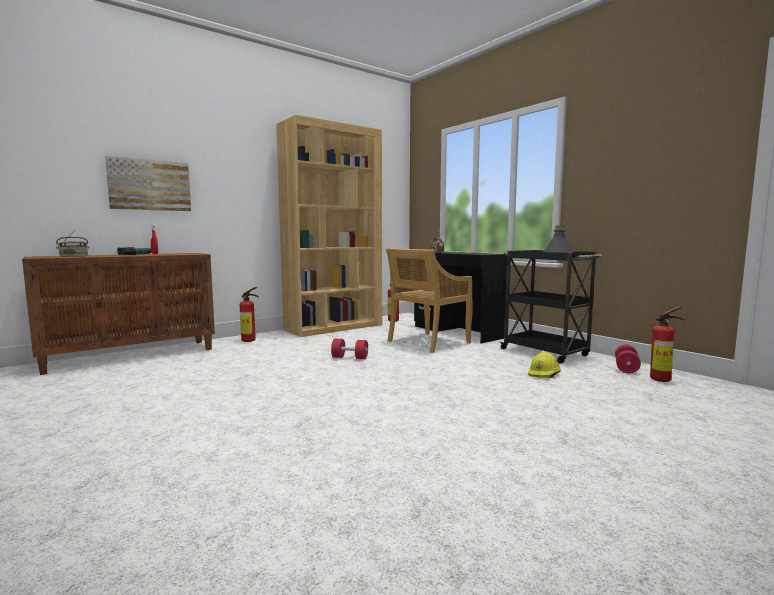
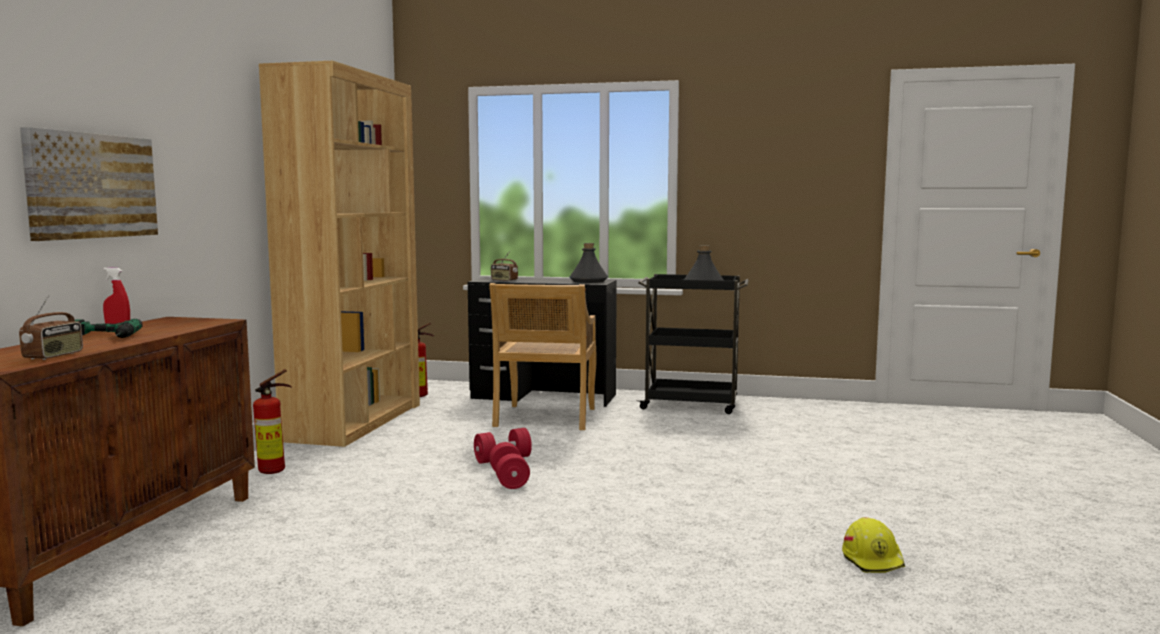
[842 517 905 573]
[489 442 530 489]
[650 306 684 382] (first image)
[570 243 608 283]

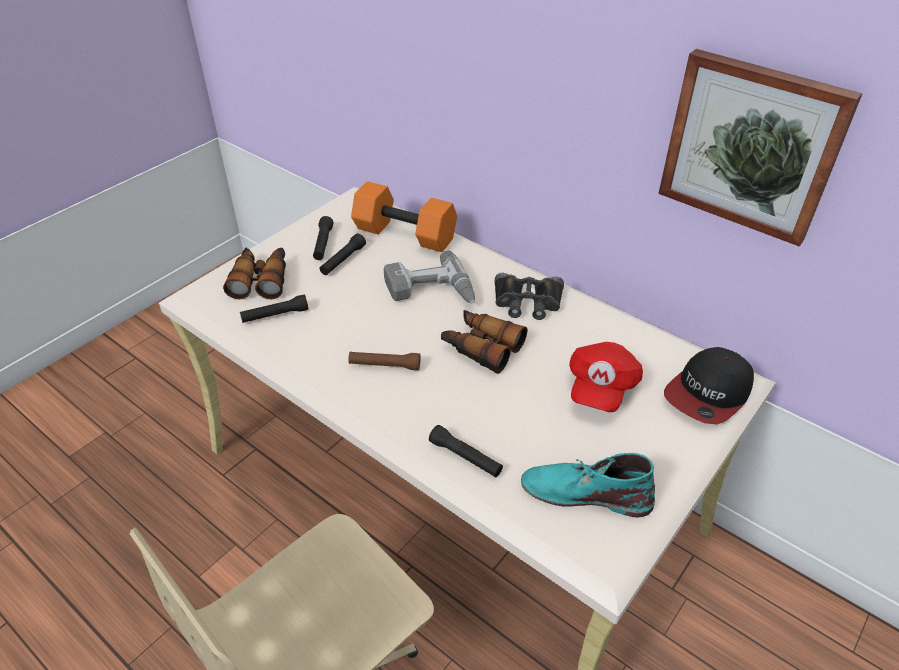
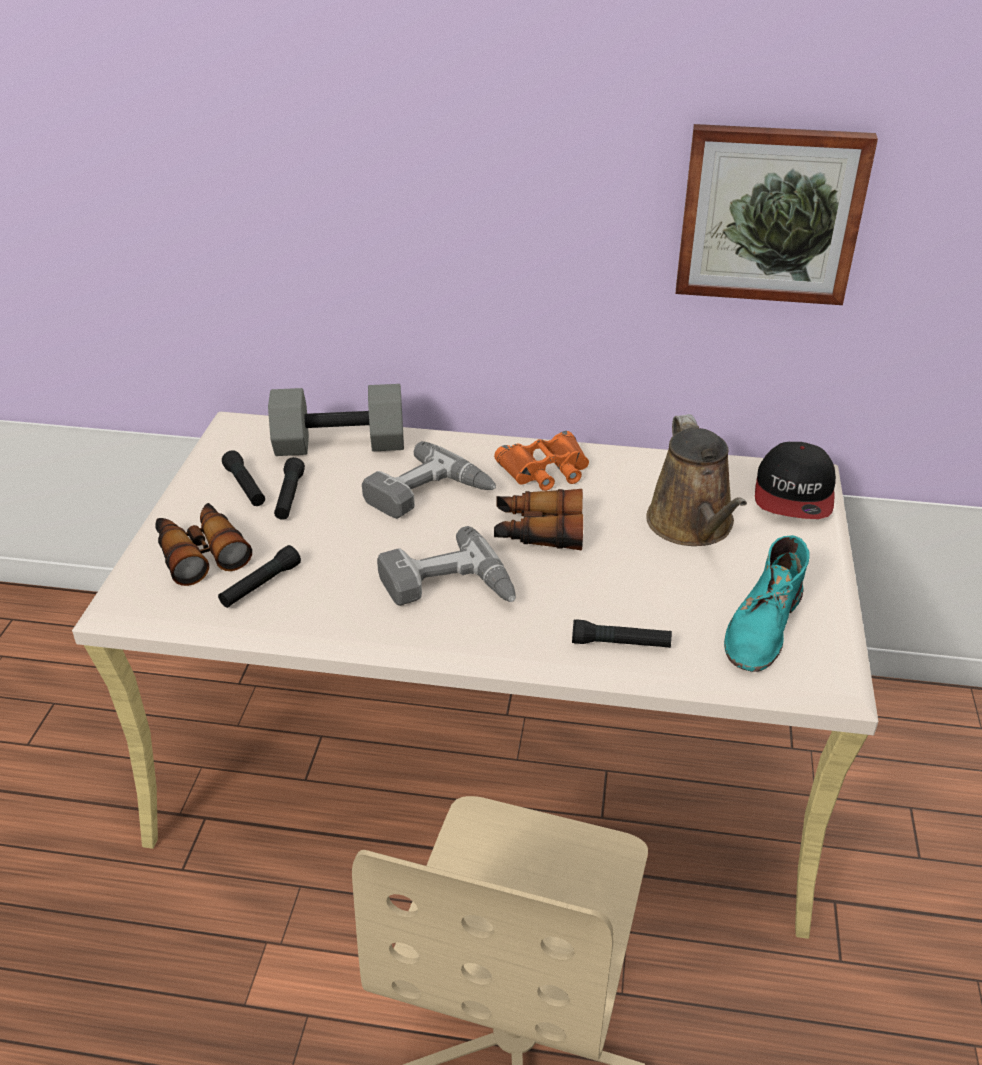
[377 526 516 606]
[268 384 404 456]
[494 431 589 491]
[724 535 810 672]
[646 414 747 546]

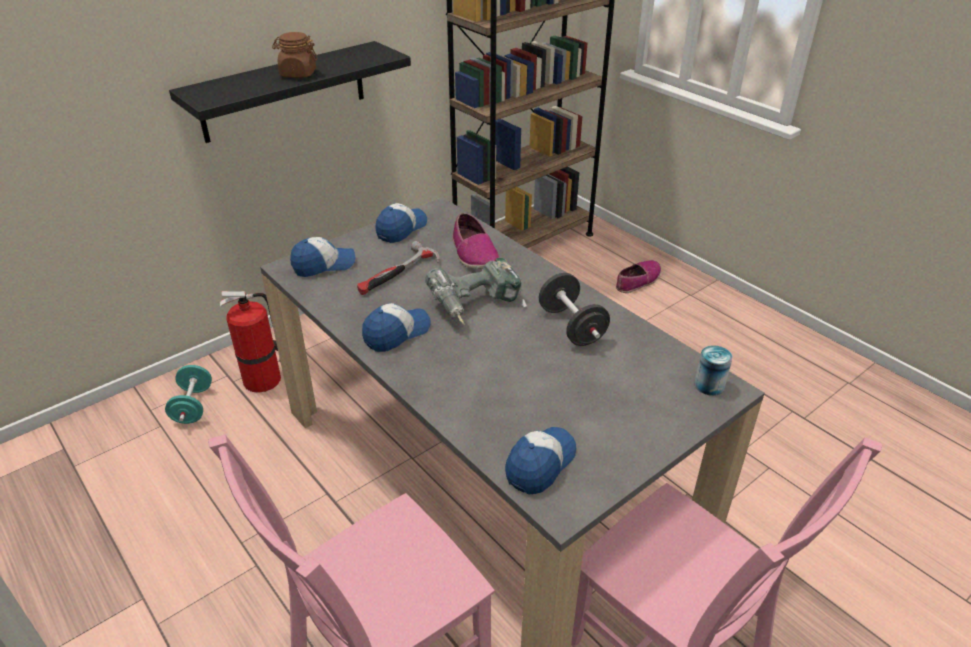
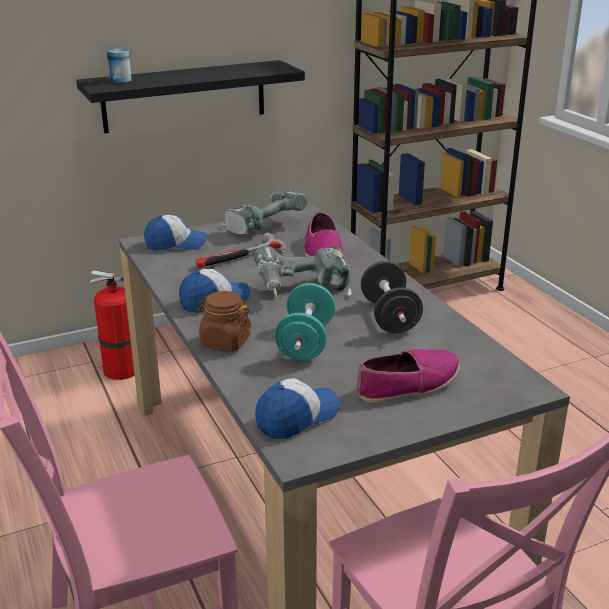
[275 283 335 361]
[196 291 252 351]
[221 191 308 235]
[357 349 460 403]
[107 49 132 83]

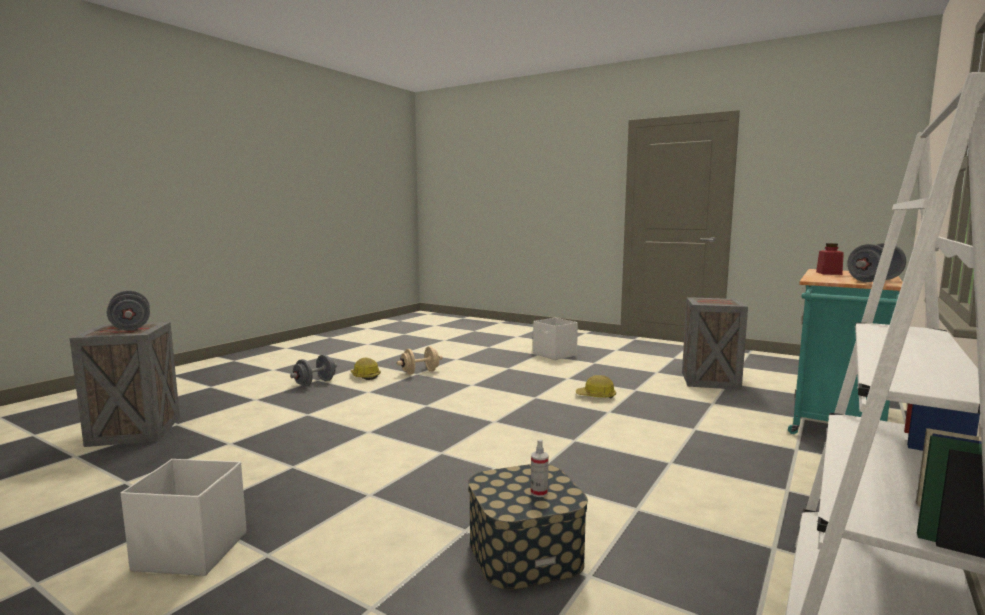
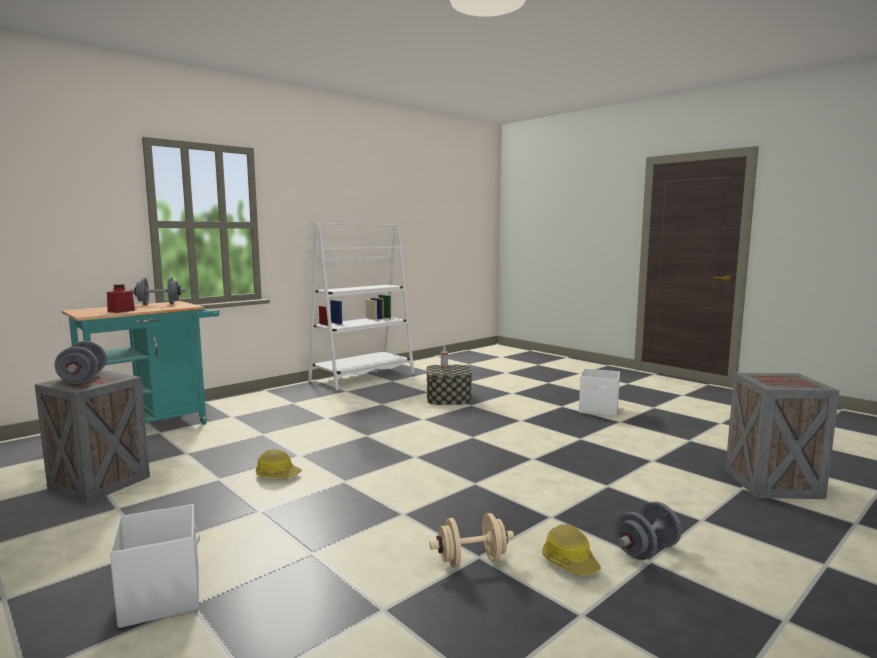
[55 341 107 384]

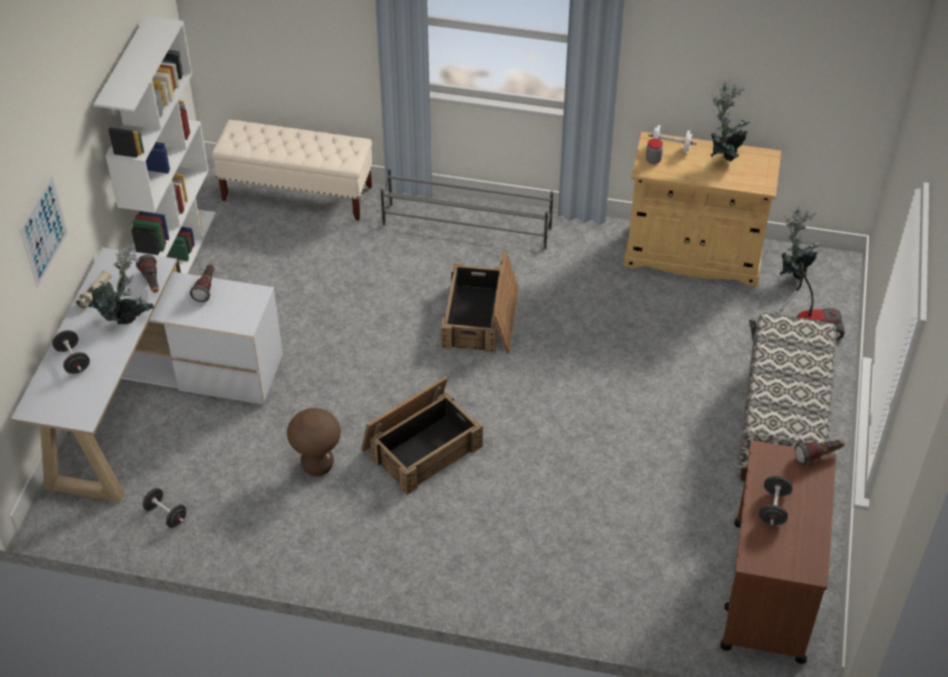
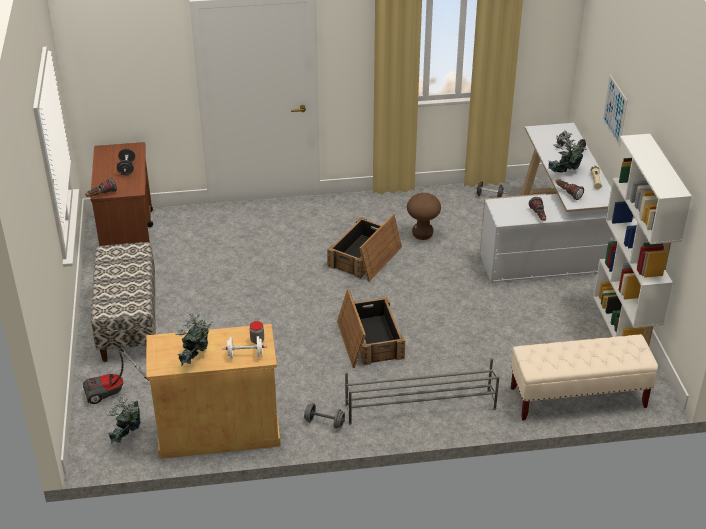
[304 403 345 429]

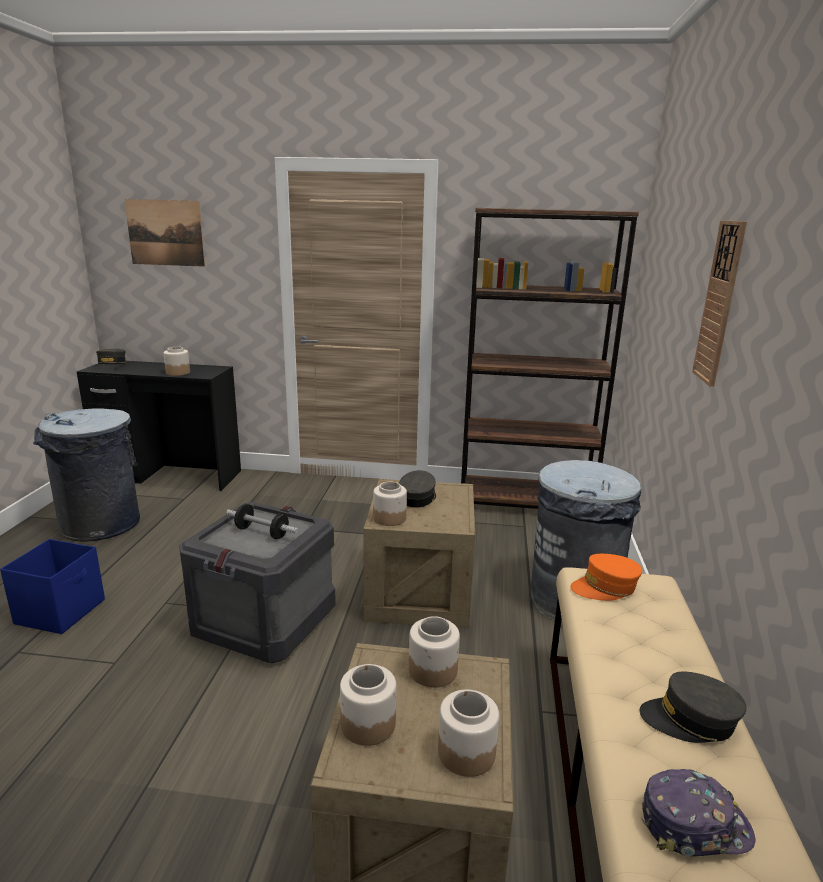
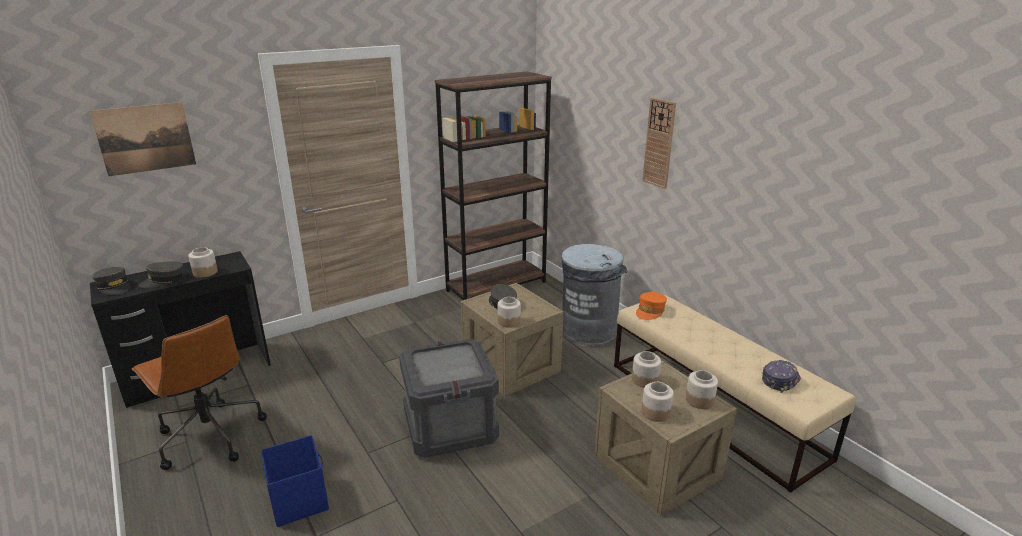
[132 315 267 470]
[226 504 299 539] (first image)
[139 261 183 288]

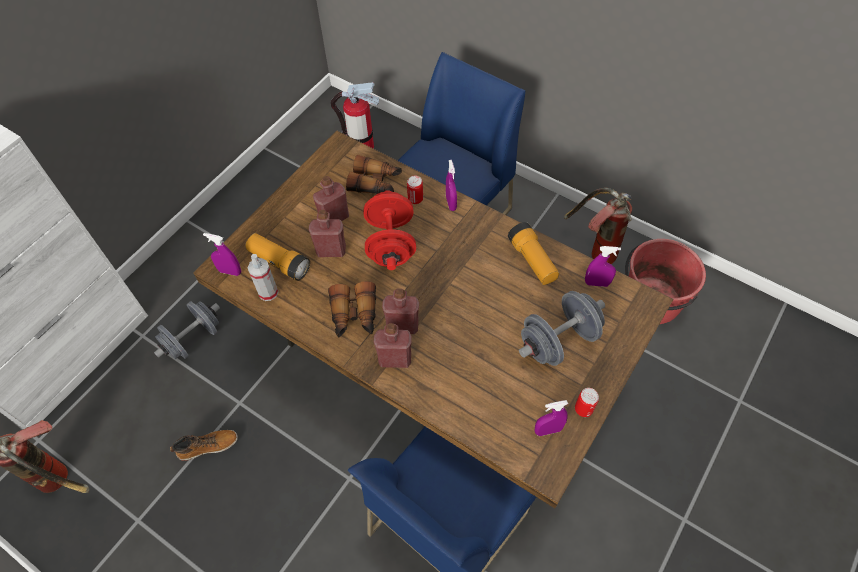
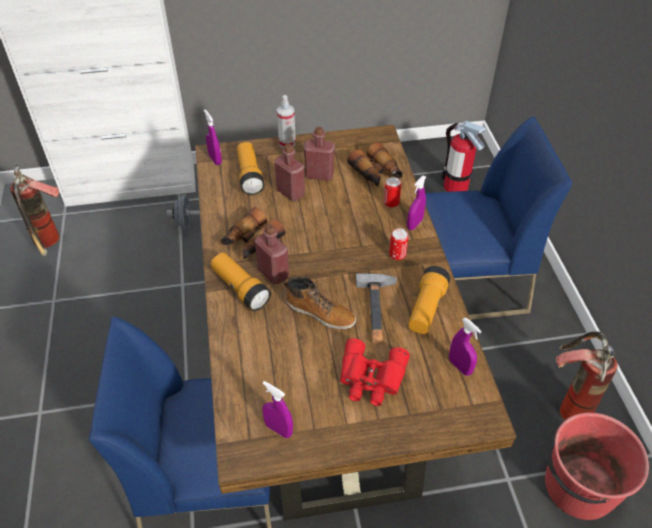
[284 277 356 329]
[277 95 296 148]
[364 190 416 270] (first image)
[211 253 271 311]
[340 338 410 406]
[389 228 408 260]
[356 274 397 343]

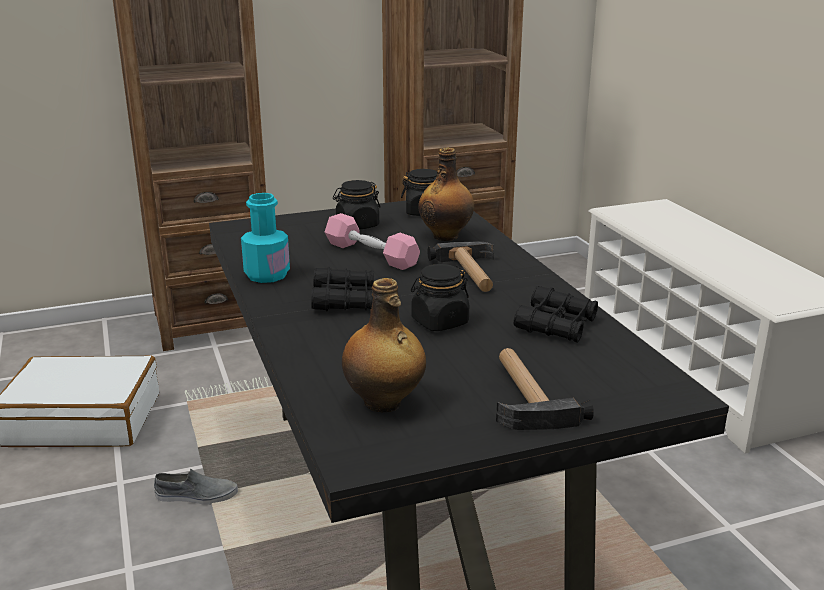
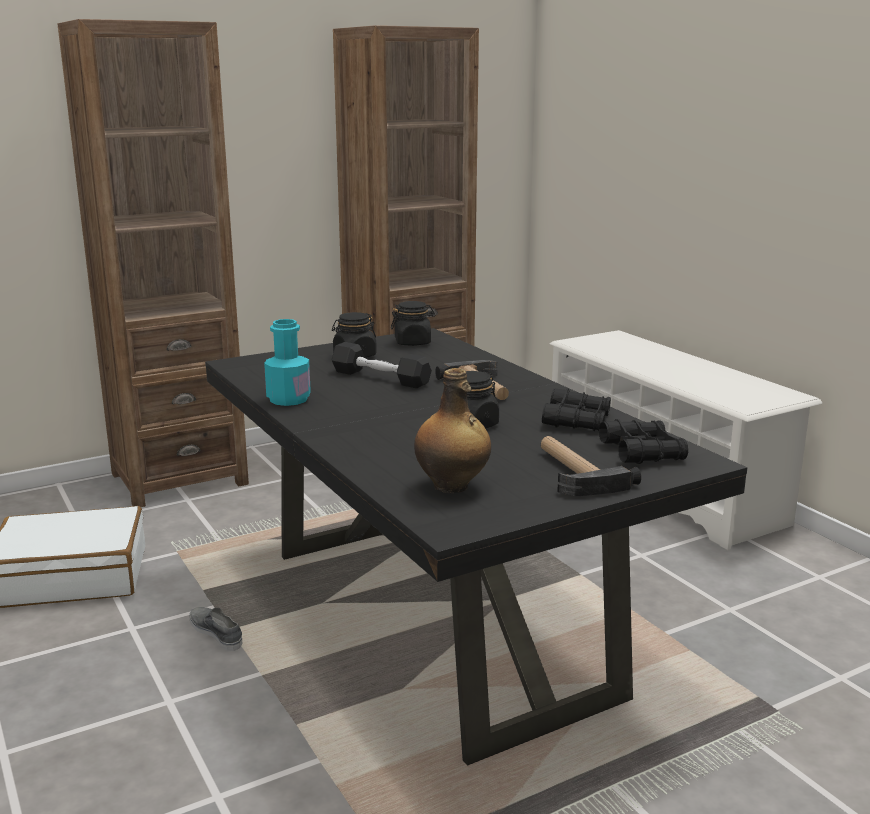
[189 607 242 651]
[599 419 688 464]
[332 342 432 388]
[418 147 474 241] (first image)

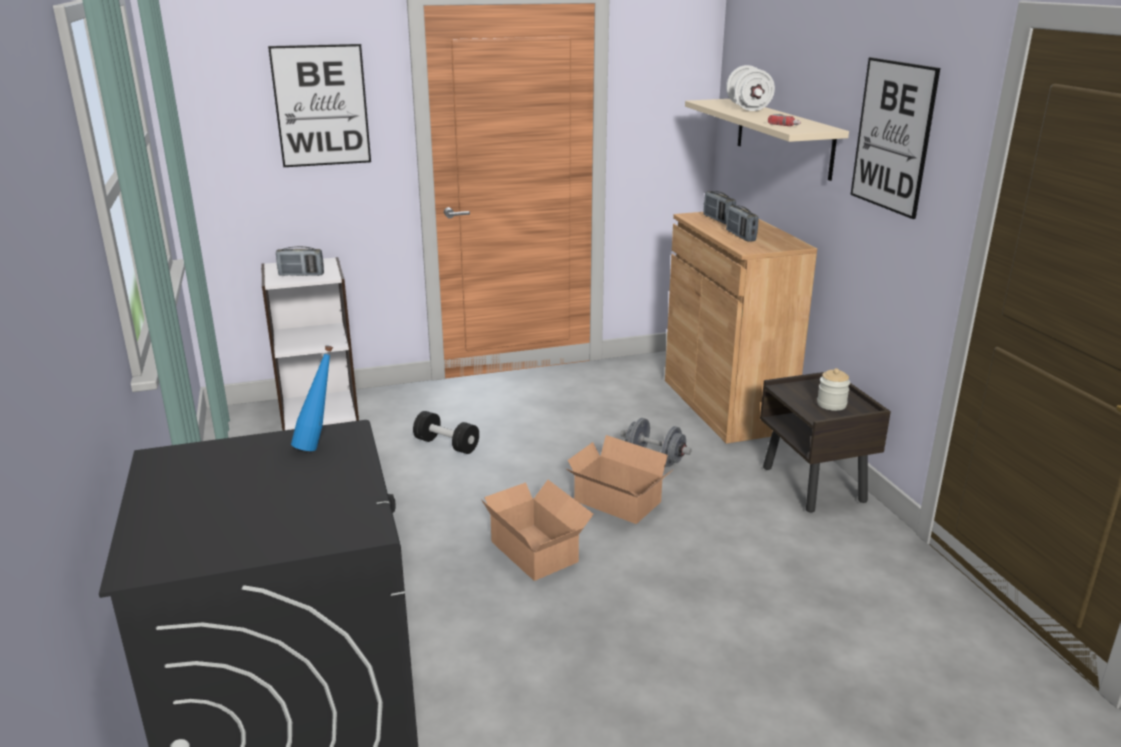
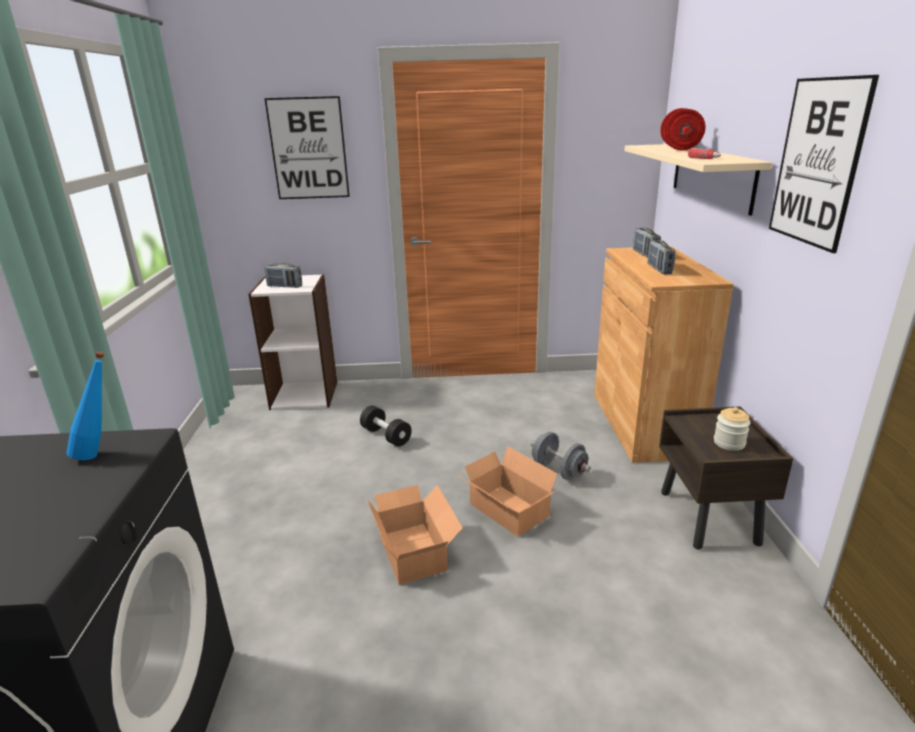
[660 108 705 151]

